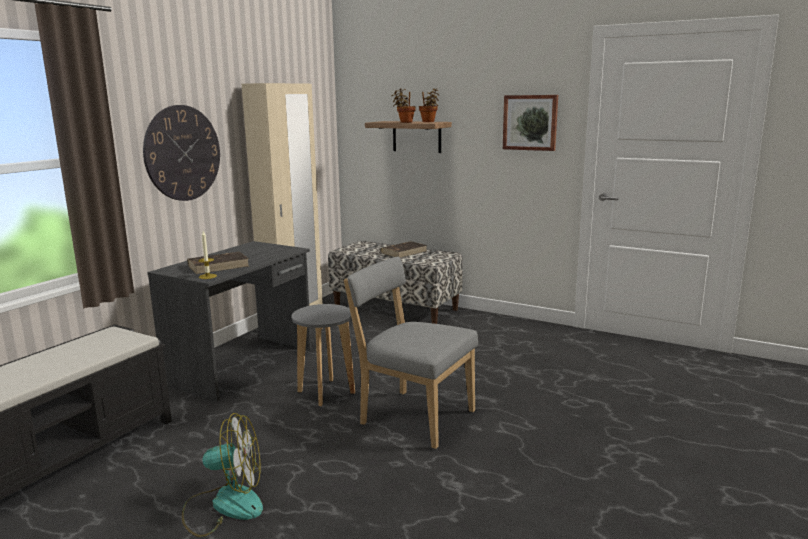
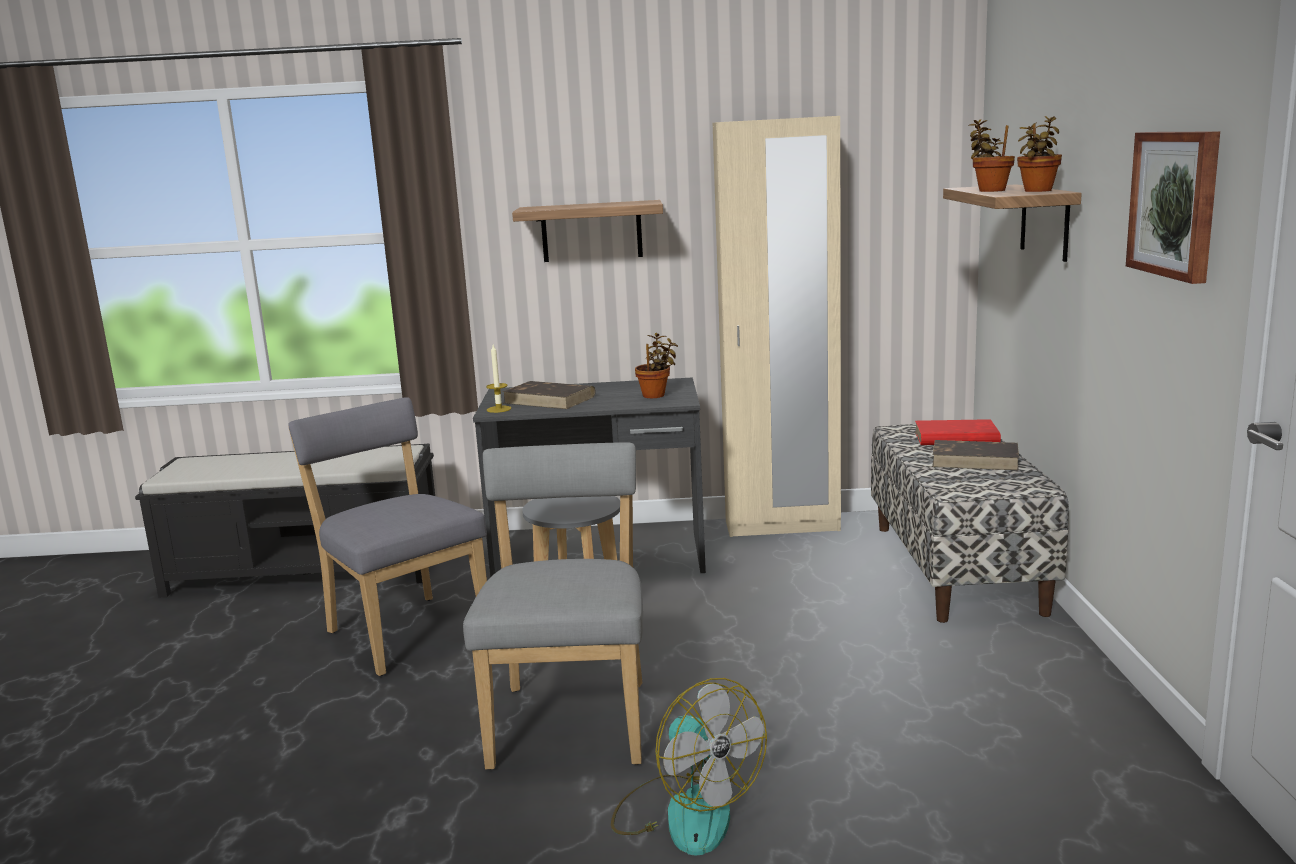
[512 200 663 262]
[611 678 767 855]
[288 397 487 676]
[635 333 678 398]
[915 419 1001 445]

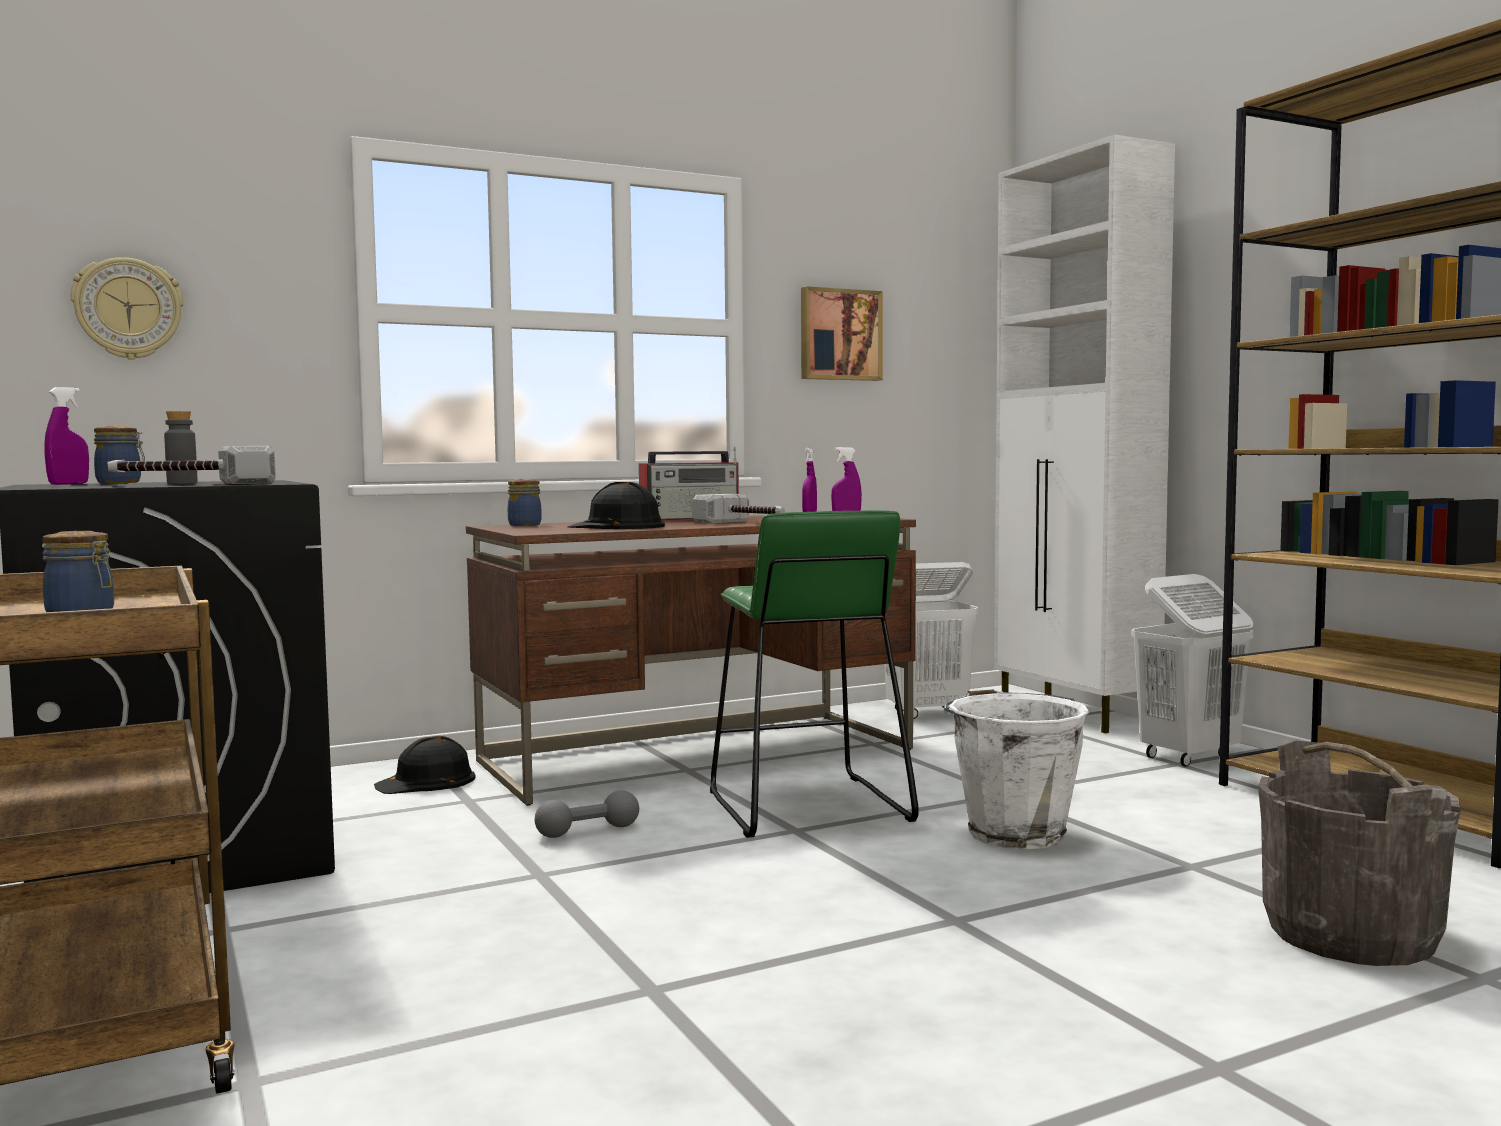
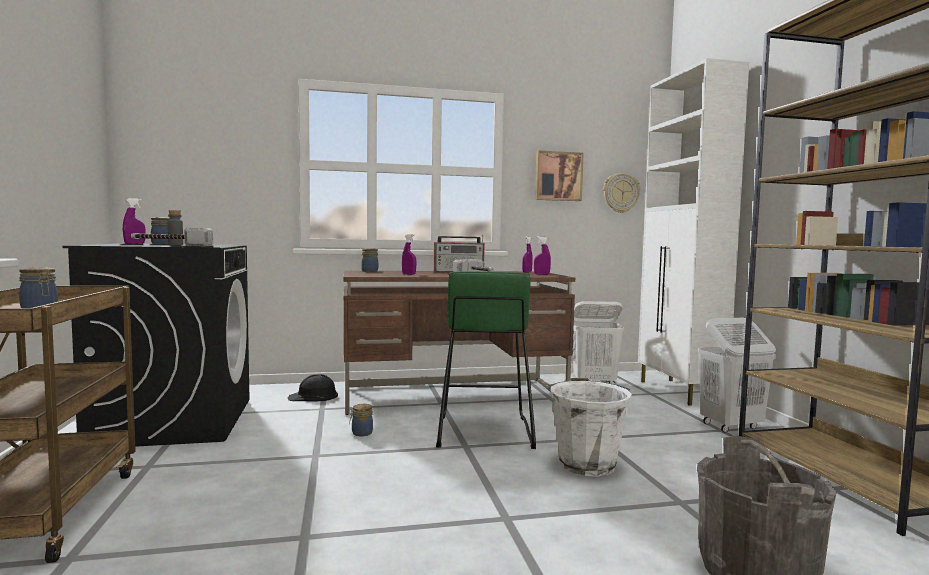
[603 173 640 213]
[349 404 373 436]
[402 234 416 275]

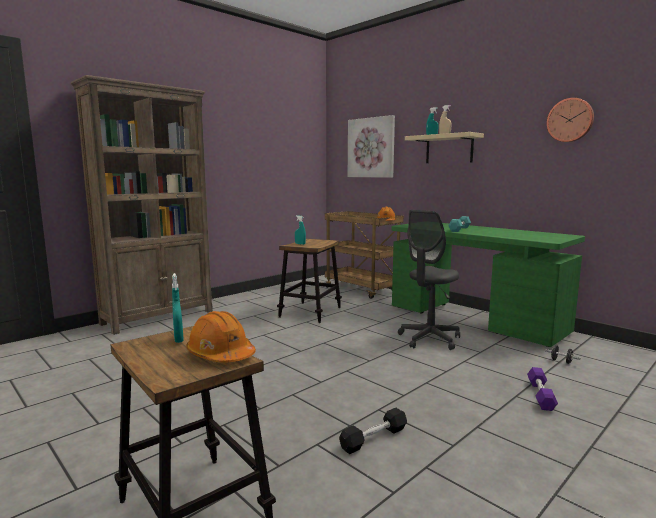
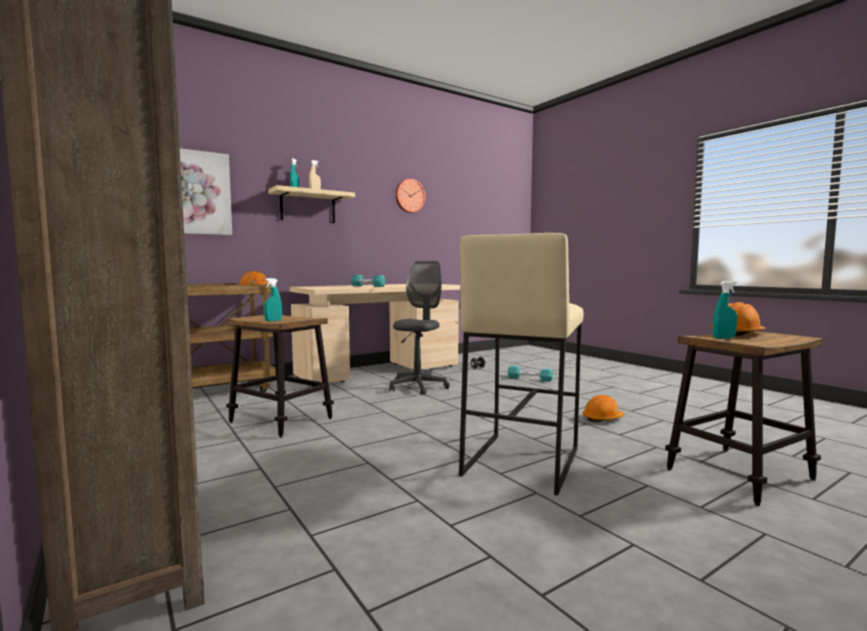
[582 395 624 422]
[290 284 460 387]
[389 261 450 395]
[508 366 553 382]
[459 233 584 495]

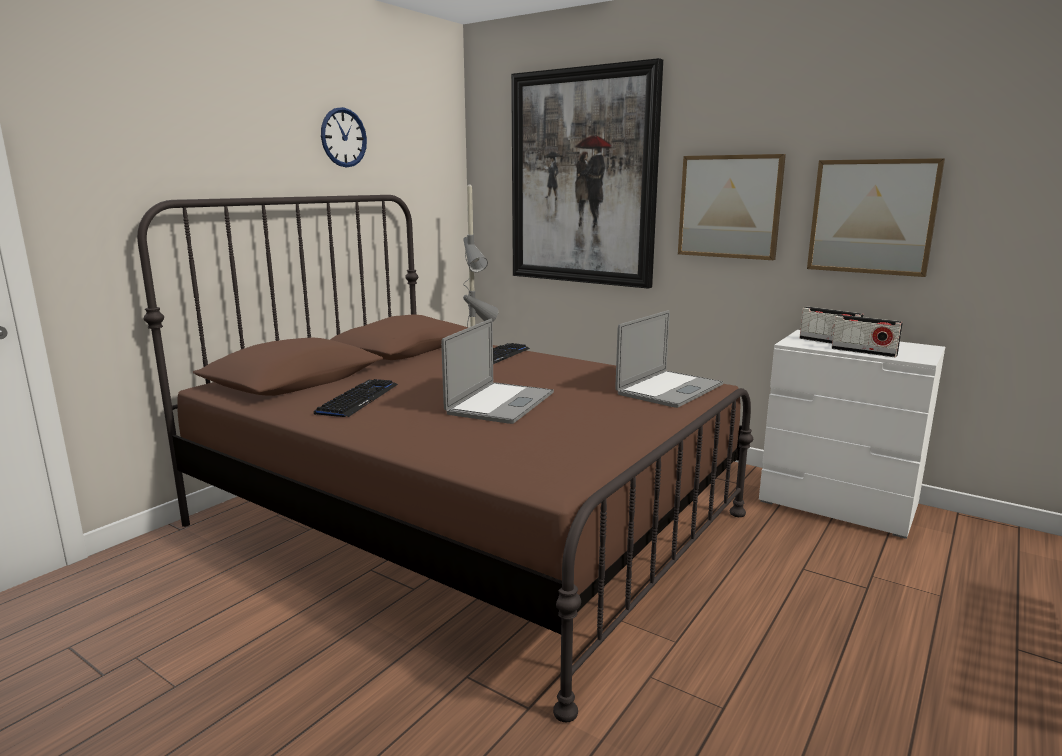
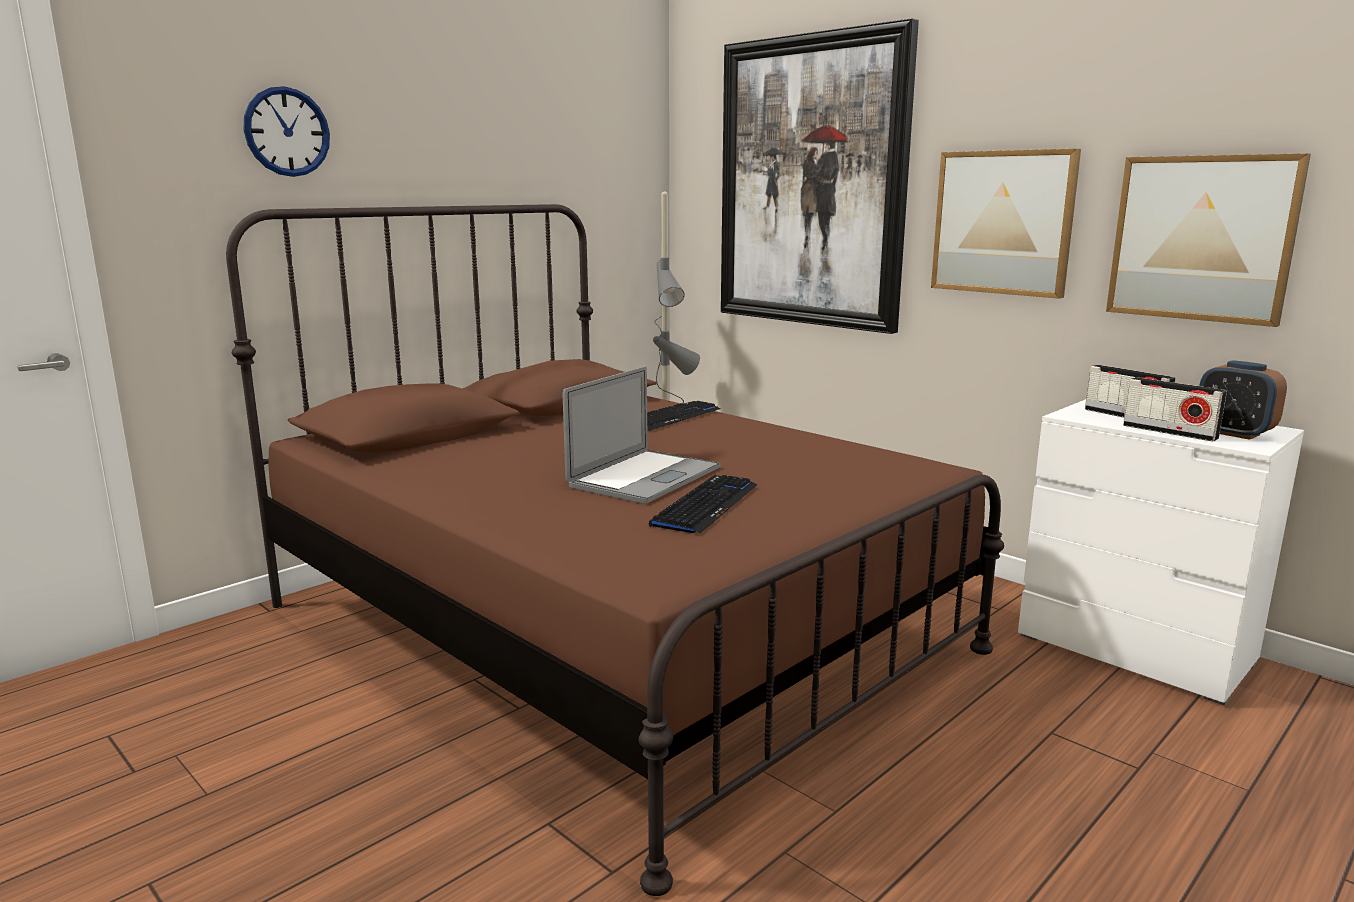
[649 475 758 534]
[244 86 330 177]
[615 310 723 408] (first image)
[1199 360 1287 440]

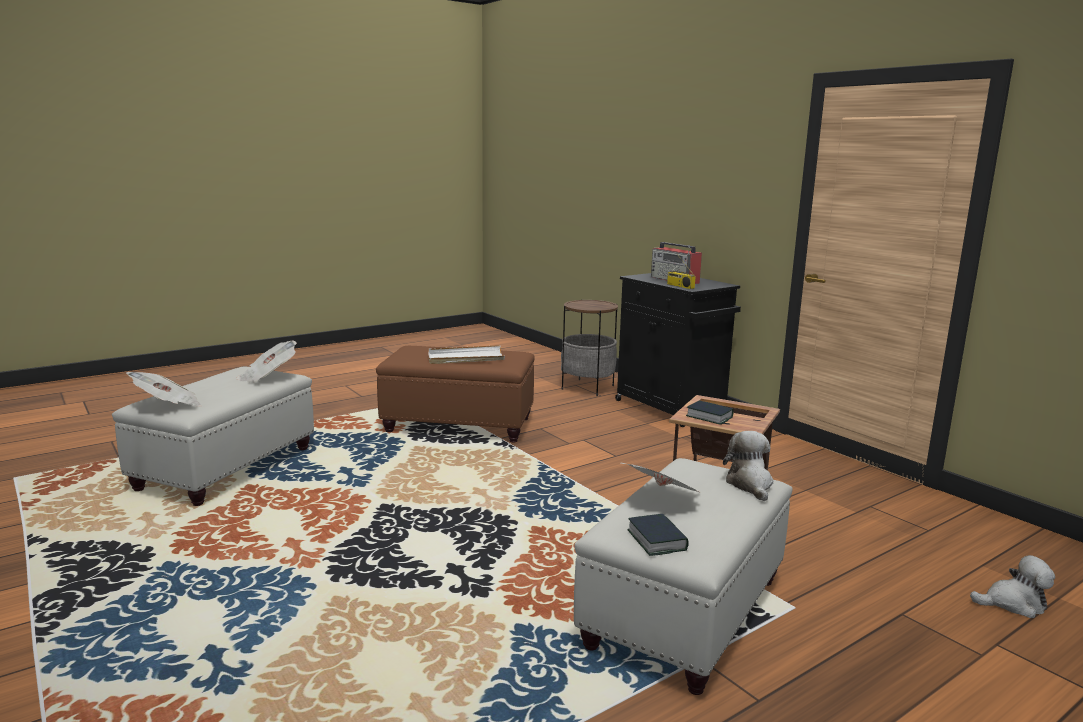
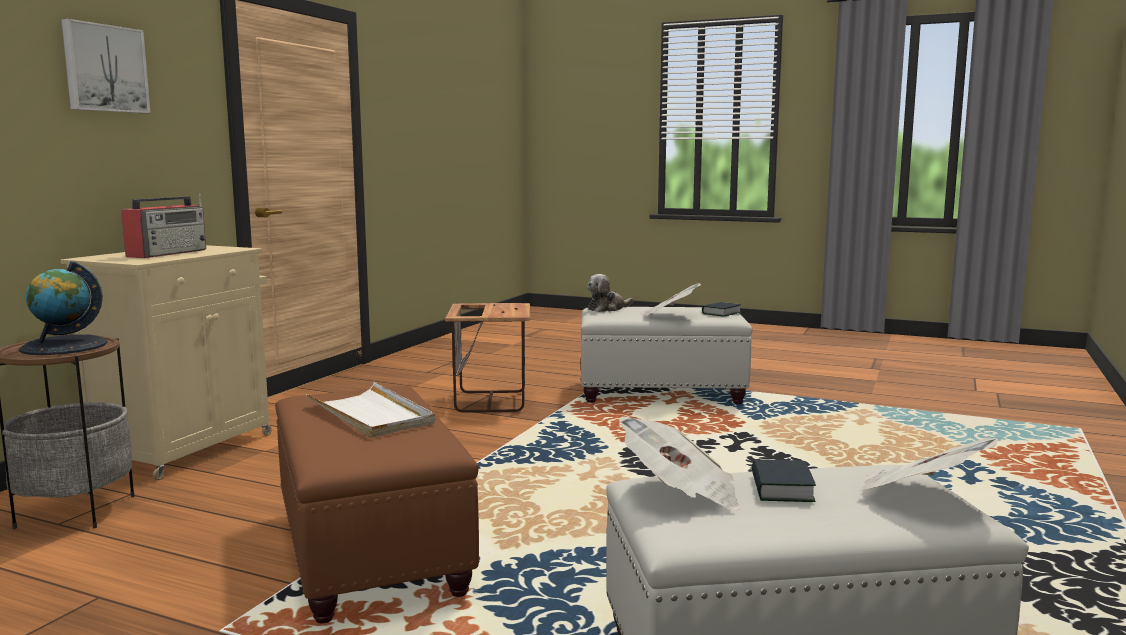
[61 245 272 480]
[667 253 696 289] (first image)
[752 459 816 502]
[970 555 1055 618] (first image)
[19 261 107 355]
[61 19 151 113]

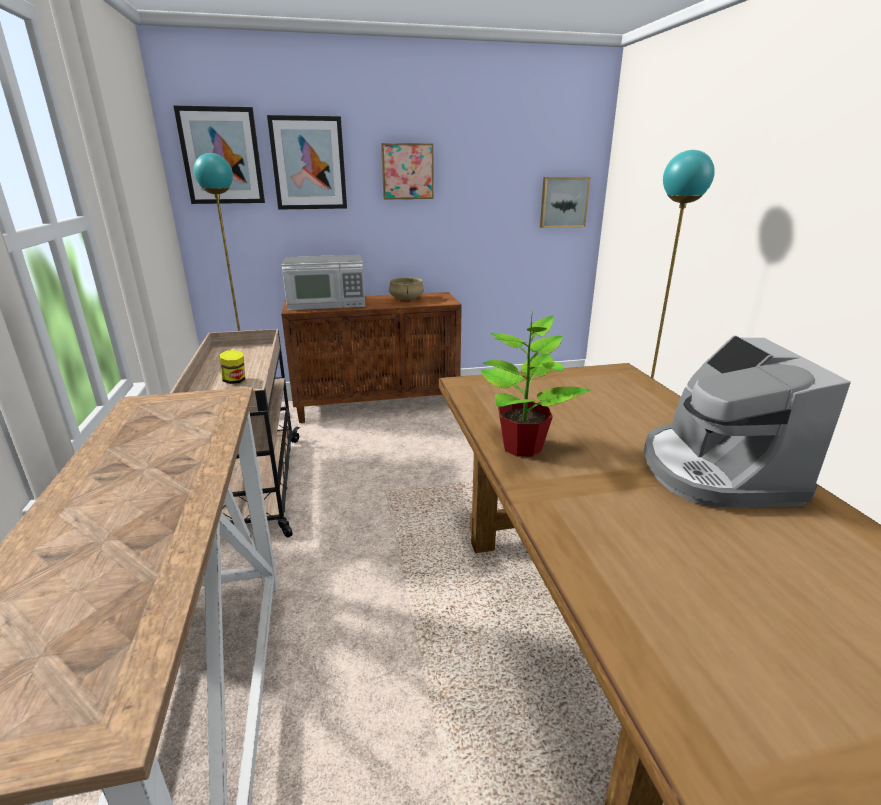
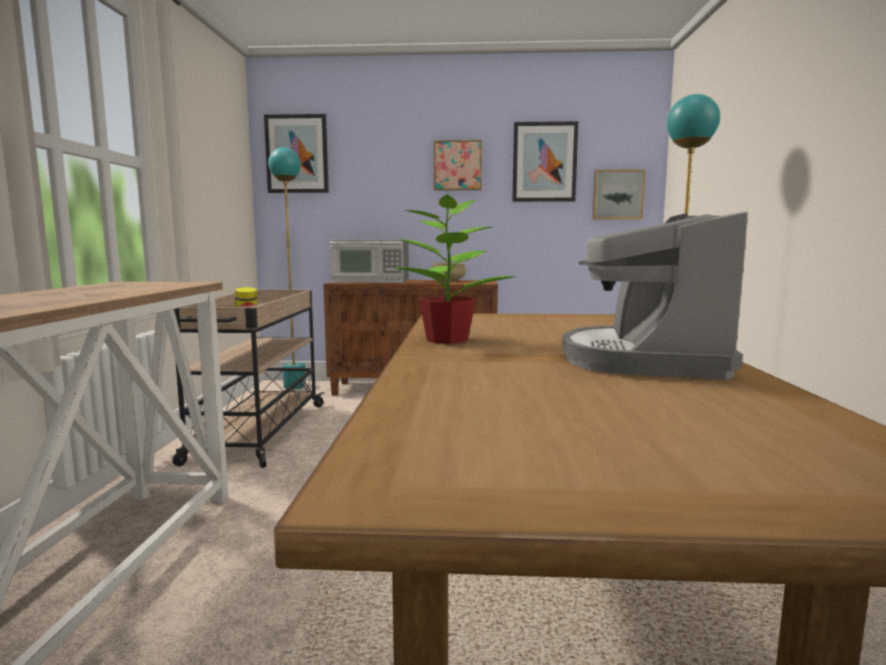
[512 121 578 202]

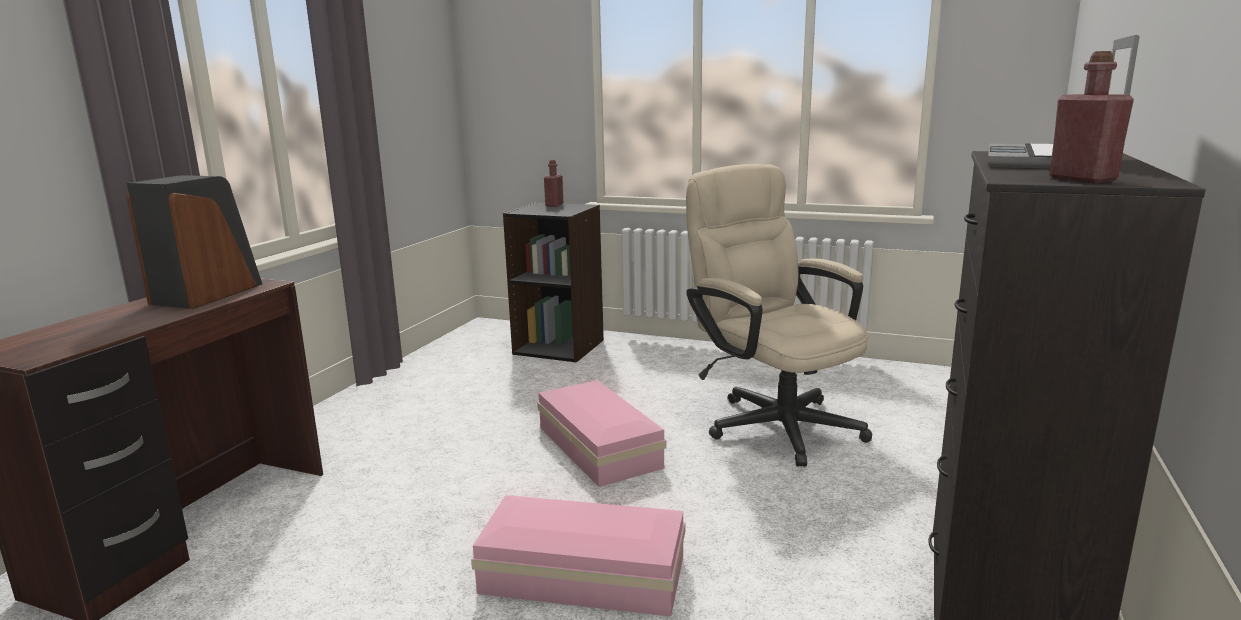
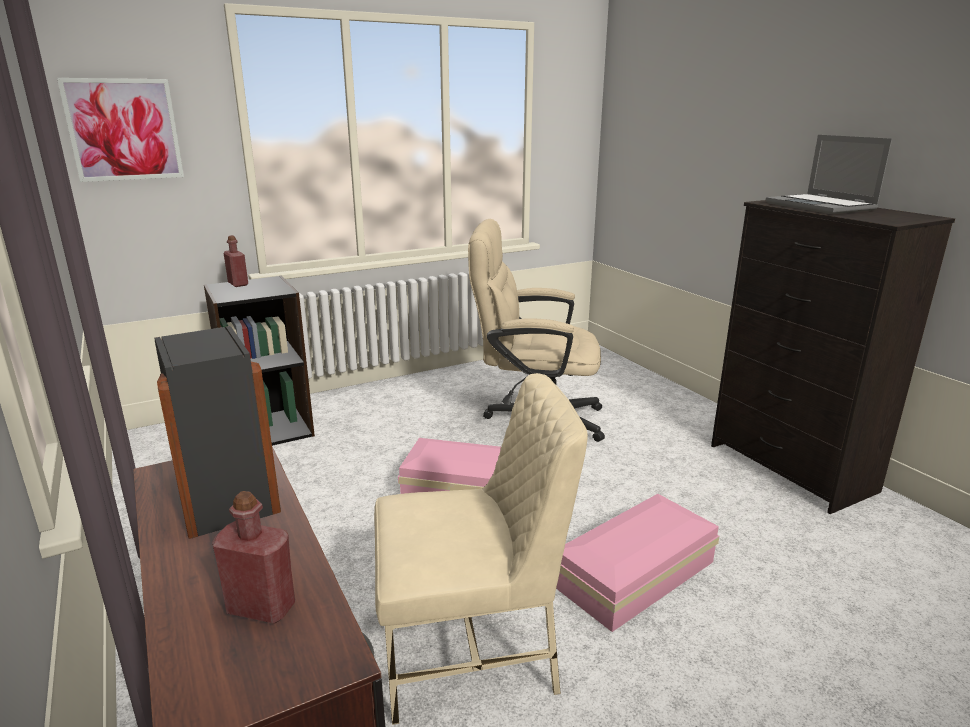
[212 491 295 623]
[57 78 184 182]
[374 373 588 725]

